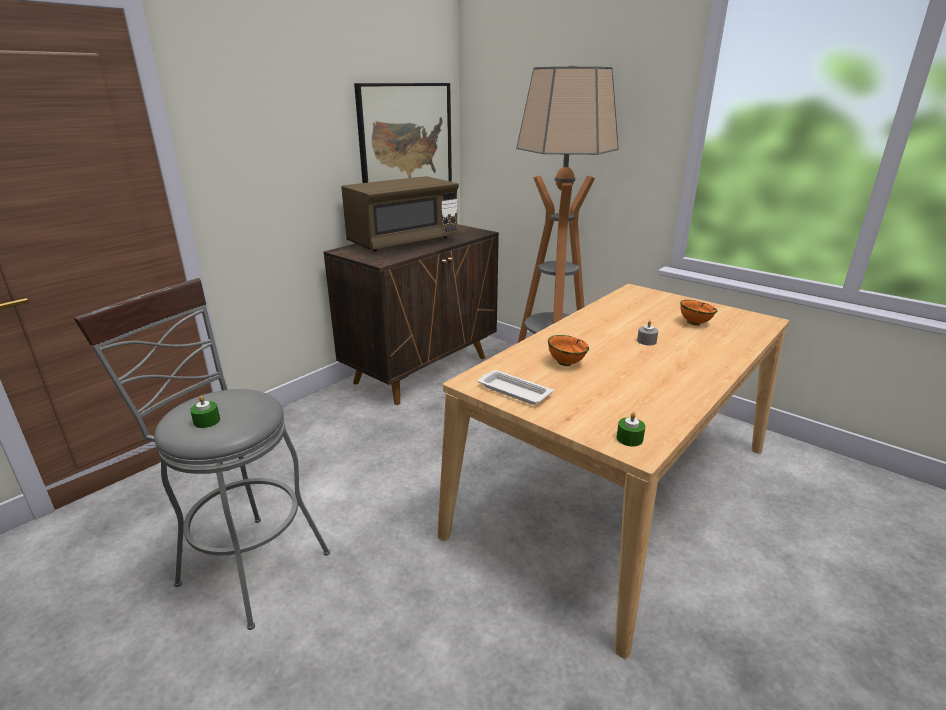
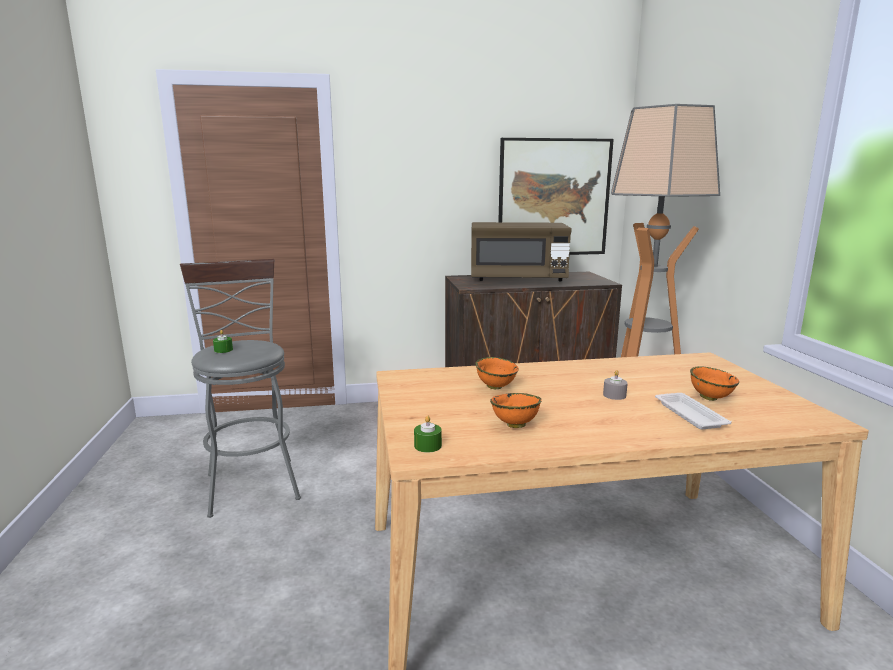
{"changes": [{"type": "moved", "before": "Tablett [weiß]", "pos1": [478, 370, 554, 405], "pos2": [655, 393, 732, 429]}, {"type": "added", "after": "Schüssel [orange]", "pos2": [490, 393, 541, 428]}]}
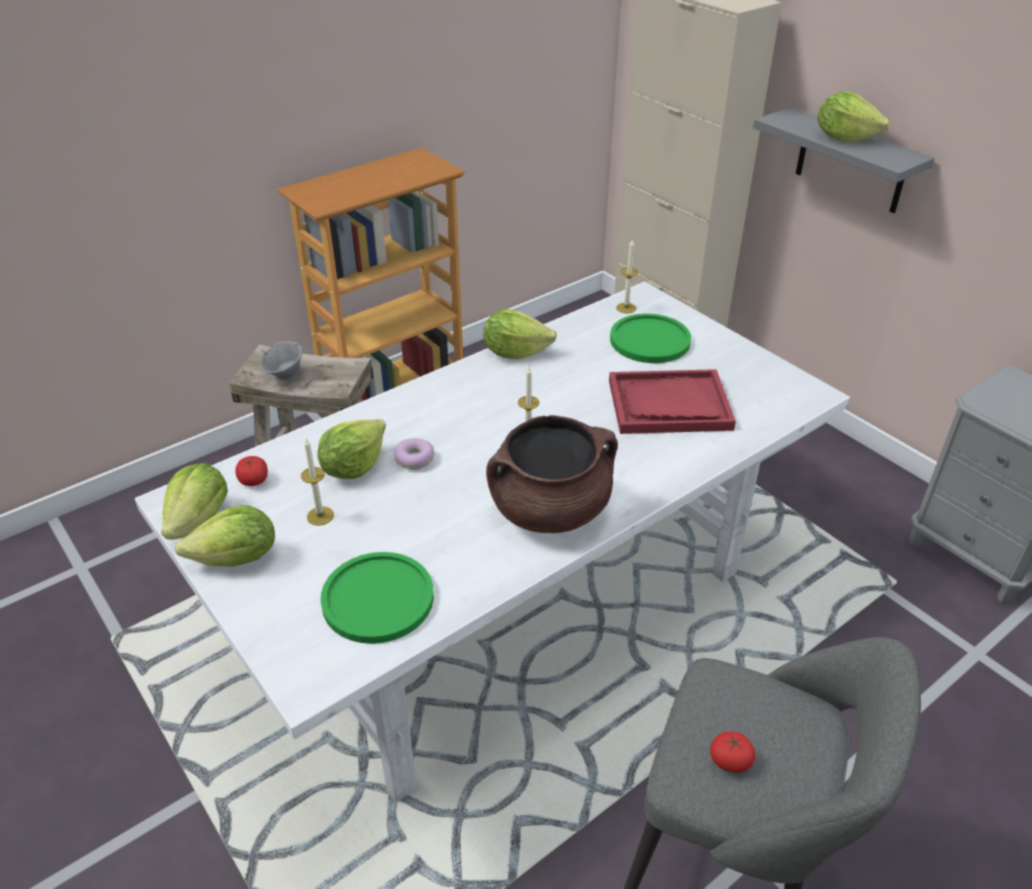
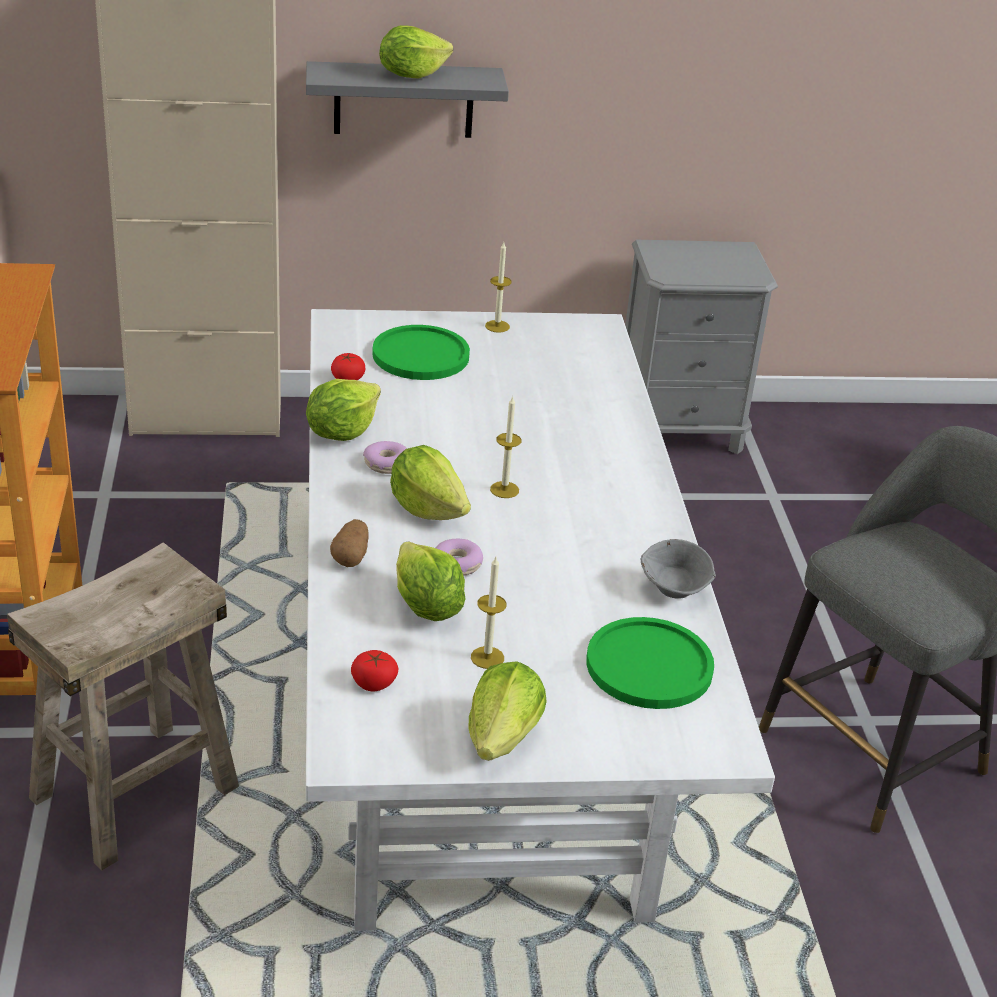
{"changes": [{"type": "moved", "before": "Salatkopf", "pos1": [161, 463, 228, 540], "pos2": [390, 445, 471, 520]}, {"type": "moved", "before": "Schüssel [grau]", "pos1": [260, 341, 303, 380], "pos2": [641, 539, 716, 599]}, {"type": "removed", "before": "Kochtopf [braun]", "pos1": [486, 415, 618, 533]}, {"type": "removed", "before": "Tablett [rot]", "pos1": [609, 369, 736, 434]}, {"type": "moved", "before": "Kerze", "pos1": [616, 240, 638, 314], "pos2": [485, 243, 511, 333]}, {"type": "moved", "before": "Tomate", "pos1": [710, 732, 755, 773], "pos2": [331, 353, 365, 380]}, {"type": "added", "after": "Kartoffel", "pos2": [330, 519, 369, 567]}, {"type": "added", "after": "Donut", "pos2": [363, 441, 407, 474]}]}
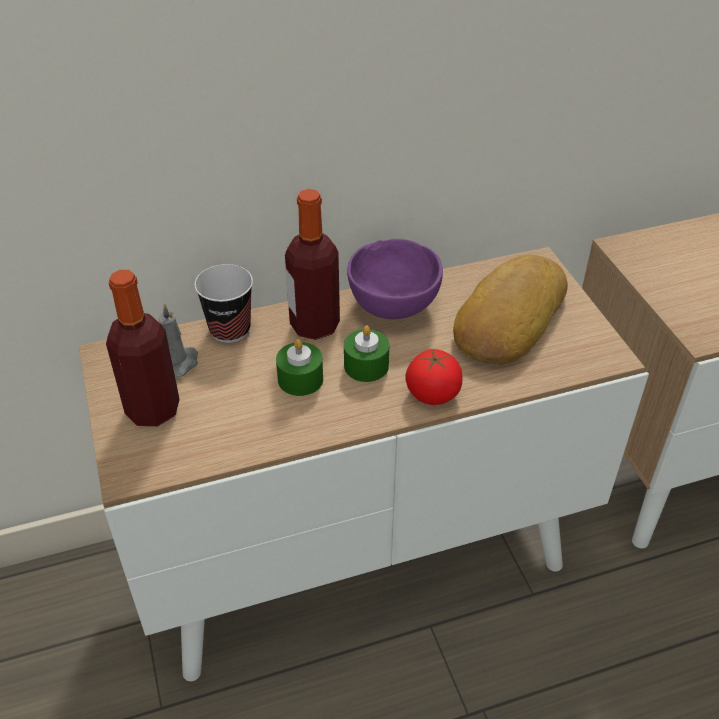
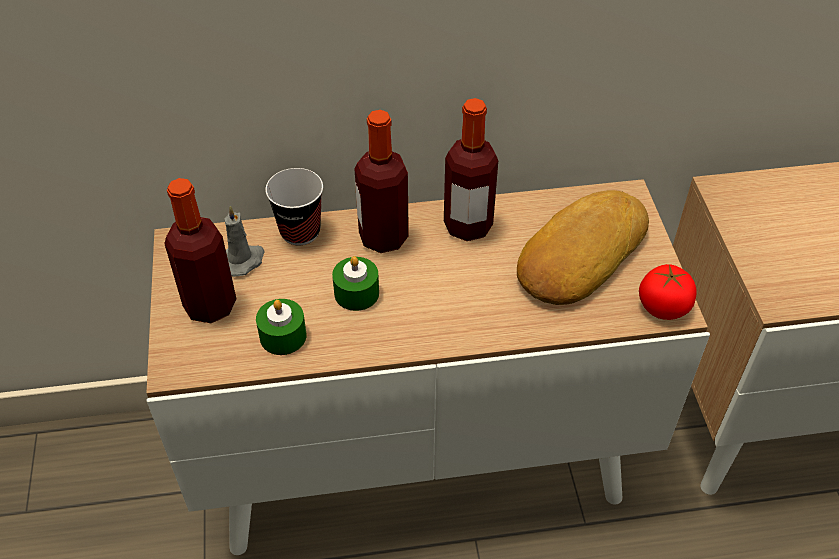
{"changes": [{"type": "moved", "before": "Kerze [grün]", "pos1": [344, 325, 389, 382], "pos2": [256, 299, 306, 355]}, {"type": "replaced", "before": "Schüssel [lila]", "after": "Flasche", "pos1": [347, 239, 443, 319], "pos2": [444, 98, 498, 241]}, {"type": "moved", "before": "Tomate", "pos1": [405, 349, 463, 405], "pos2": [639, 264, 696, 320]}]}
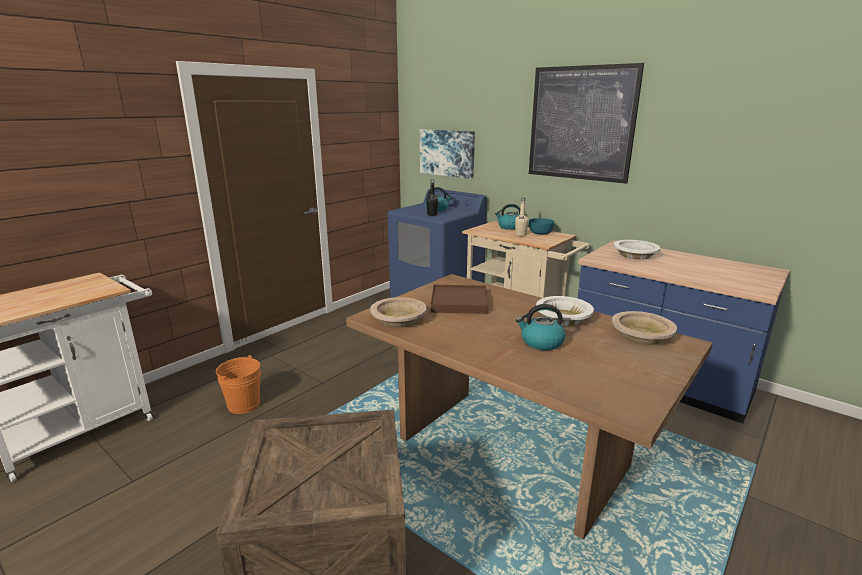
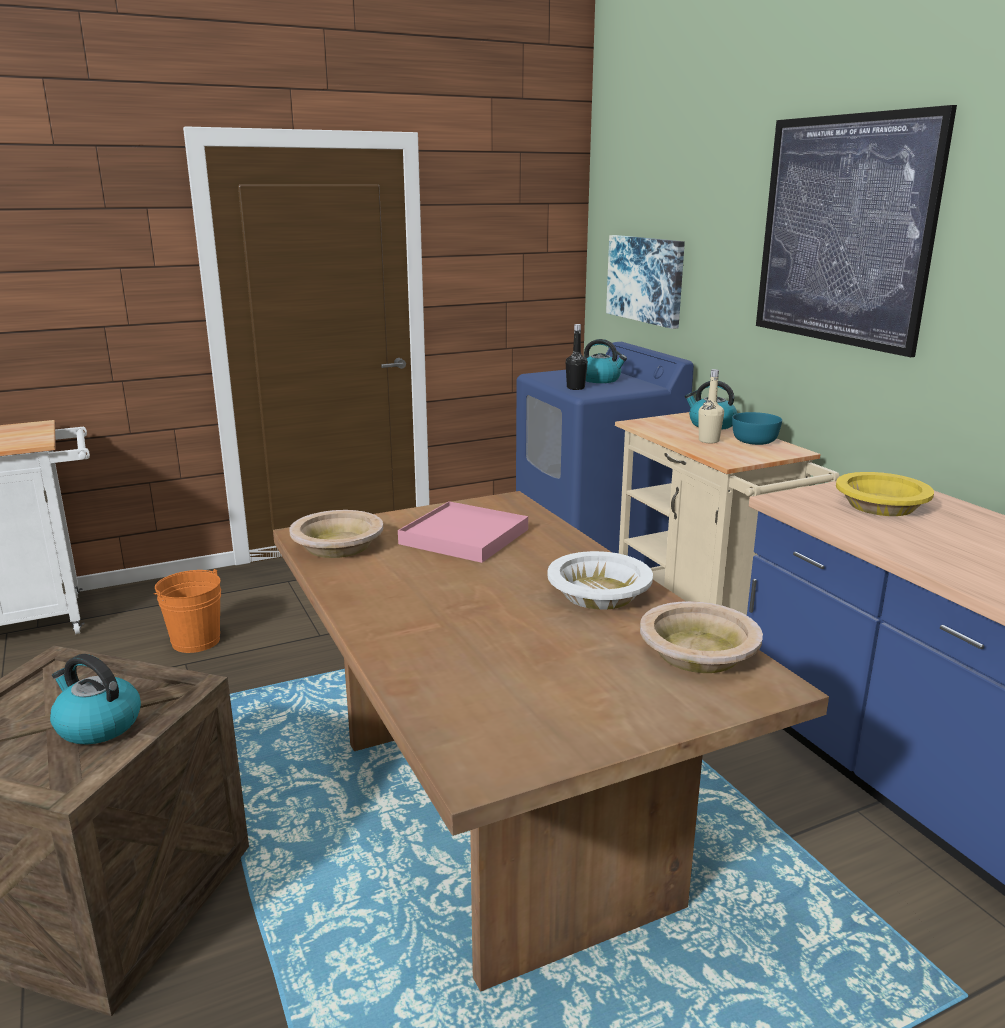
{"changes": [{"type": "recoloured", "before": "Tablett [braun]", "after": "Tablett [rosa]", "pos1": [431, 285, 488, 314], "pos2": [398, 501, 528, 563]}, {"type": "moved", "before": "Wasserkessel", "pos1": [516, 304, 566, 350], "pos2": [50, 654, 141, 745]}, {"type": "recoloured", "before": "Schüssel [weiß]", "after": "Schüssel [gelb]", "pos1": [614, 240, 660, 259], "pos2": [836, 472, 934, 516]}]}
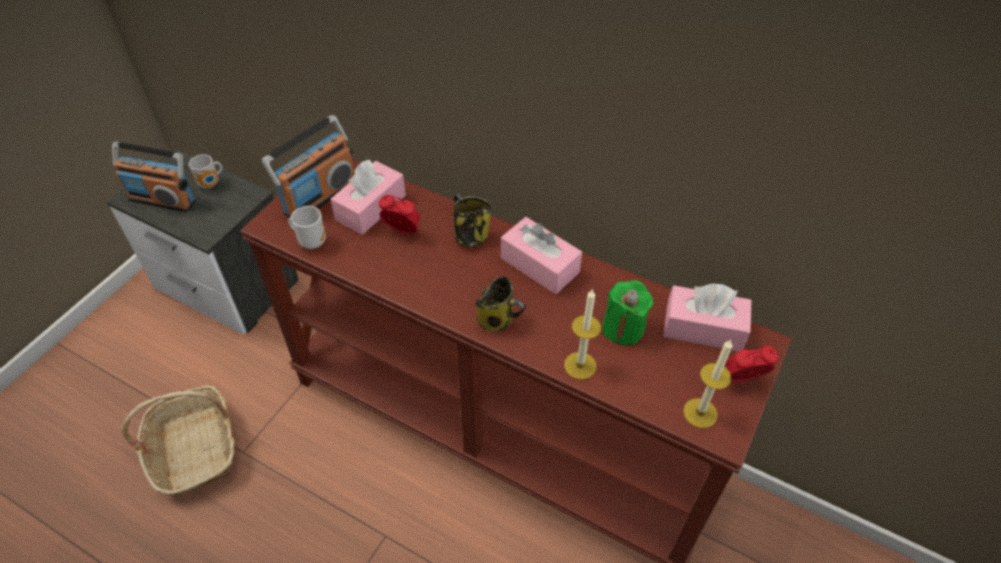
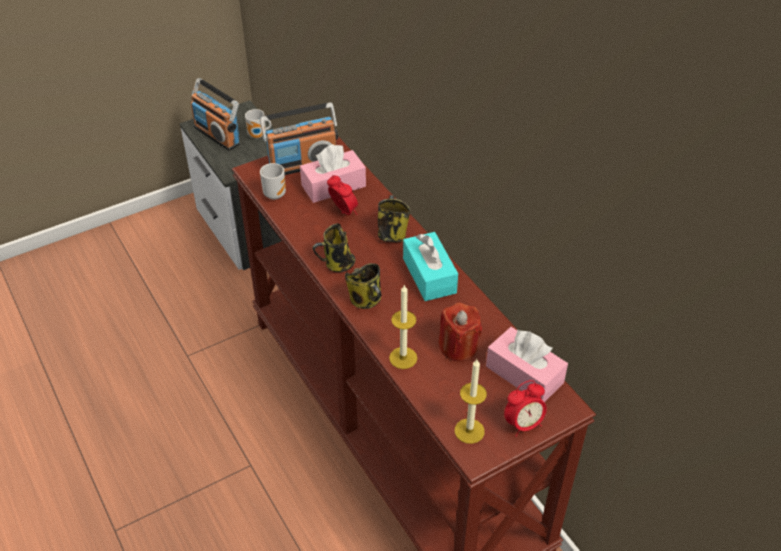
{"changes": [{"type": "removed", "before": "Korb", "pos1": [122, 385, 234, 495]}, {"type": "recoloured", "before": "Taschentuchbox [rosa]", "after": "Taschentuchbox [türkis]", "pos1": [501, 217, 582, 294], "pos2": [403, 232, 458, 301]}, {"type": "recoloured", "before": "Kerze [grün]", "after": "Kerze [rot]", "pos1": [602, 280, 654, 346], "pos2": [439, 302, 482, 361]}, {"type": "turned", "before": "Wecker", "pos1": [725, 346, 778, 384], "pos2": [504, 380, 547, 437], "turn": 135}, {"type": "added", "after": "Henkelbecher", "pos2": [312, 223, 355, 272]}]}
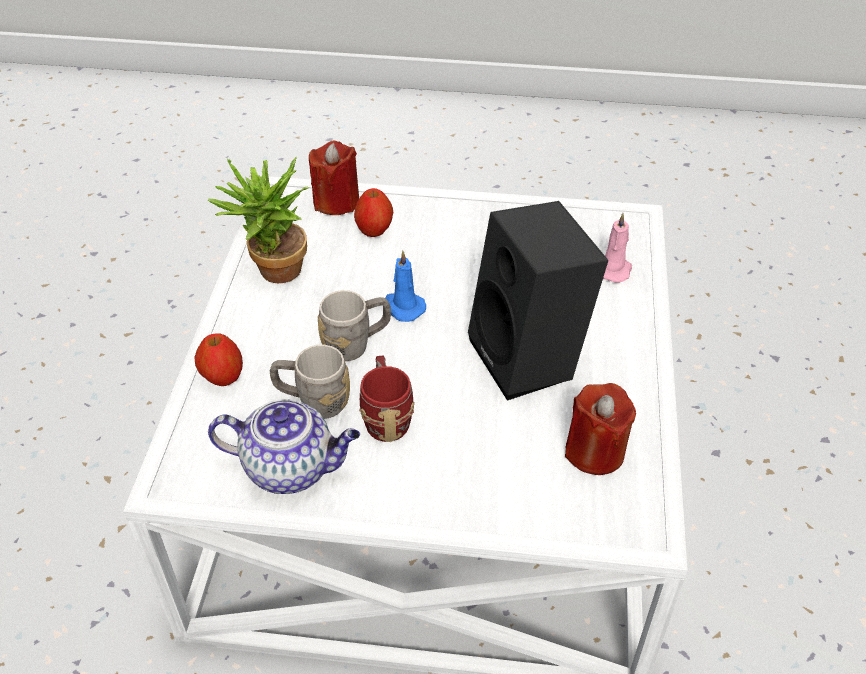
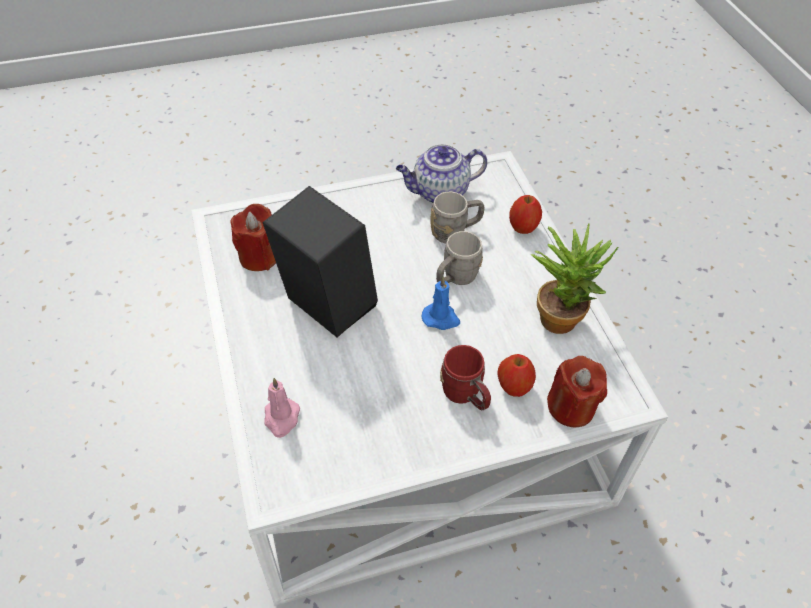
{"changes": [{"type": "moved", "before": "Henkelbecher [rot]", "pos1": [359, 356, 415, 442], "pos2": [440, 345, 491, 410]}]}
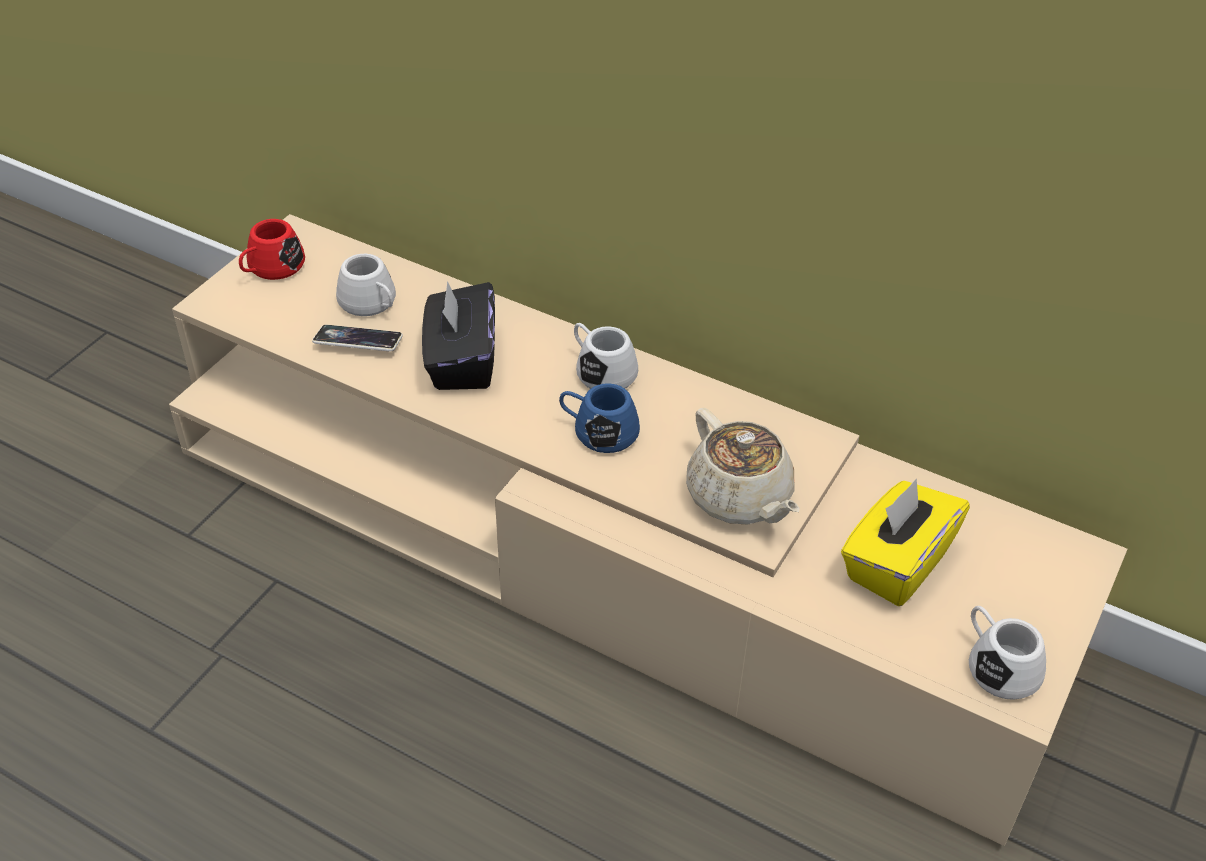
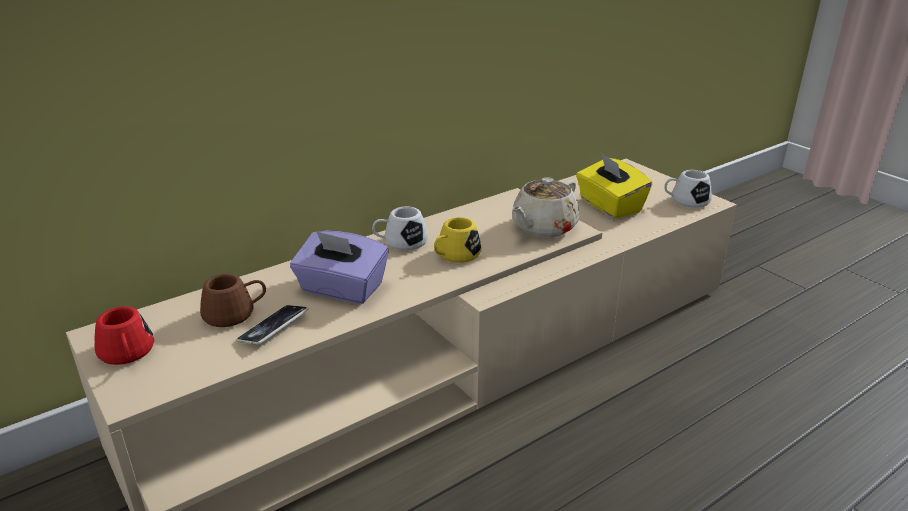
{"changes": [{"type": "recoloured", "before": "Henkelbecher [weiß]", "after": "Henkelbecher [braun]", "pos1": [336, 254, 396, 316], "pos2": [200, 274, 266, 327]}, {"type": "recoloured", "before": "Taschentuchbox [schwarz]", "after": "Taschentuchbox [lila]", "pos1": [422, 281, 495, 390], "pos2": [290, 231, 389, 304]}, {"type": "recoloured", "before": "Henkelbecher [blau]", "after": "Henkelbecher [gelb]", "pos1": [559, 383, 640, 453], "pos2": [434, 217, 482, 263]}, {"type": "turned", "before": "Teekanne [beige]", "pos1": [686, 408, 800, 525], "pos2": [512, 177, 579, 238], "turn": 135}]}
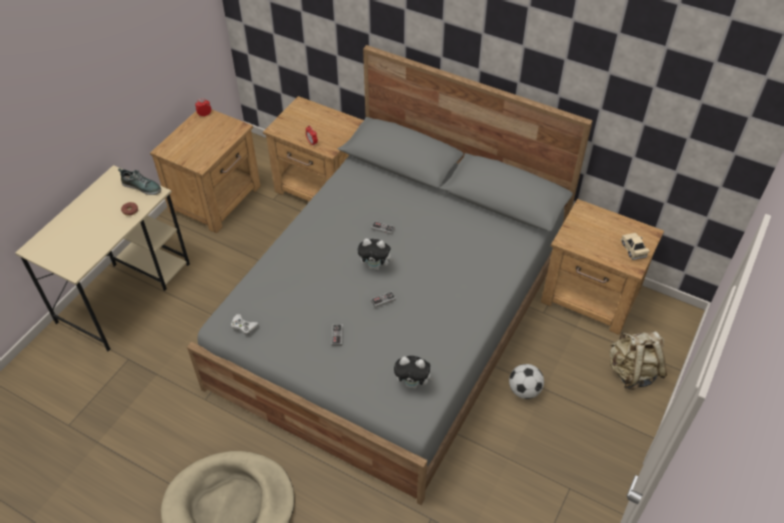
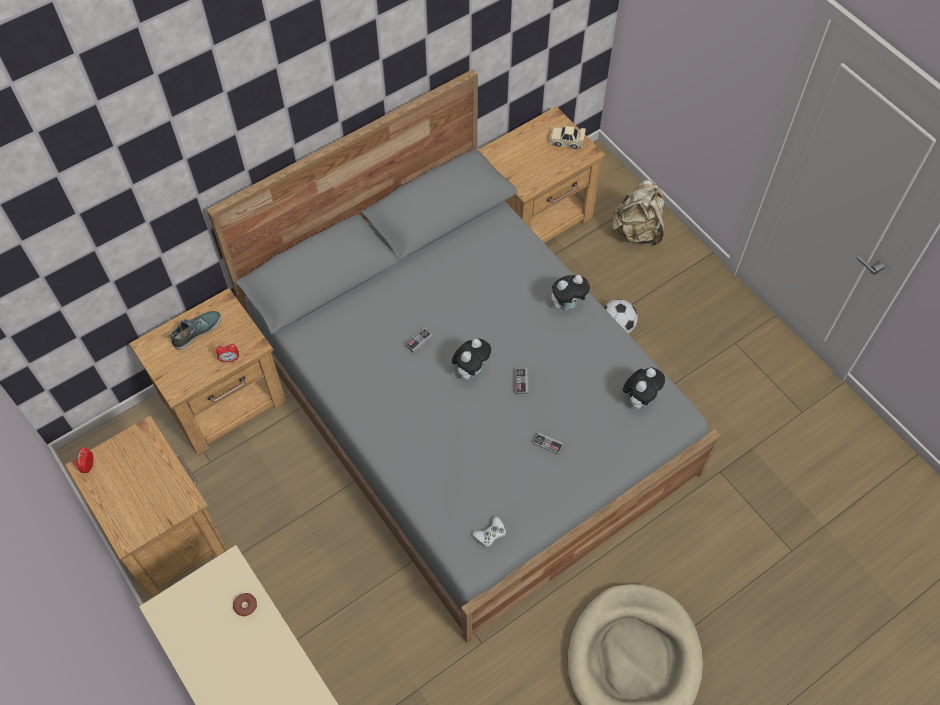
{"changes": [{"type": "moved", "before": "Schuh", "pos1": [118, 168, 161, 195], "pos2": [168, 311, 221, 350]}, {"type": "added", "after": "Plüschtier", "pos2": [551, 275, 590, 310]}]}
